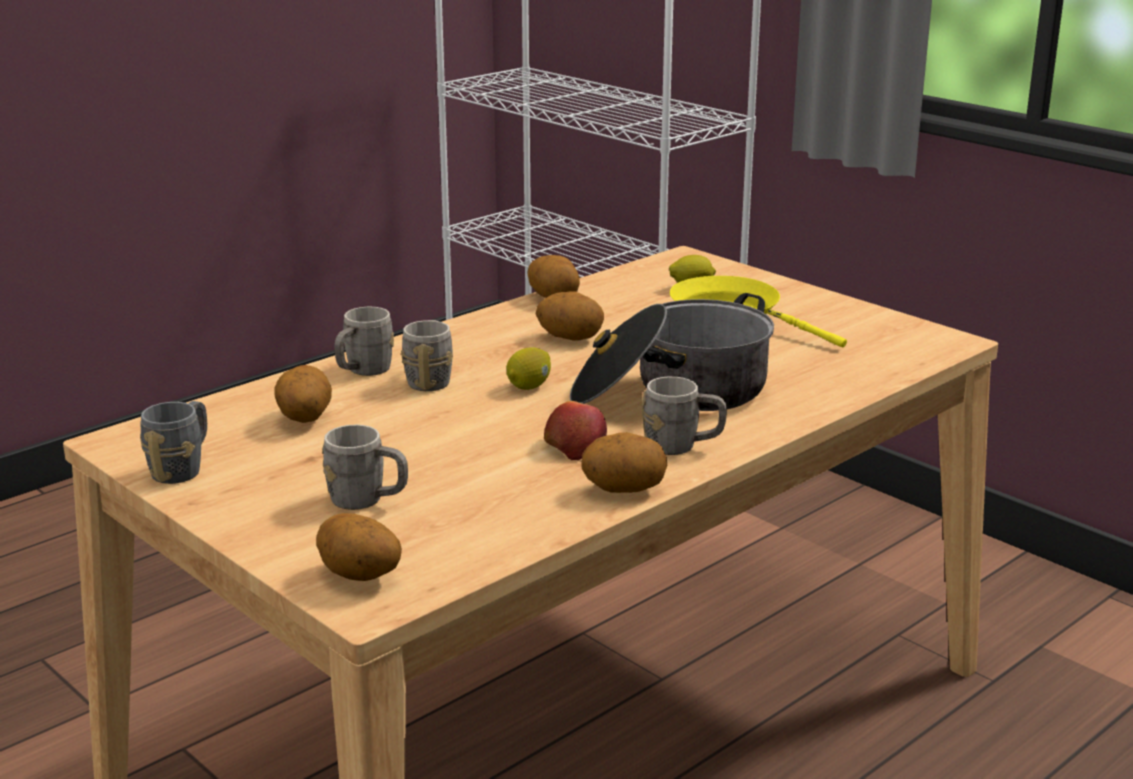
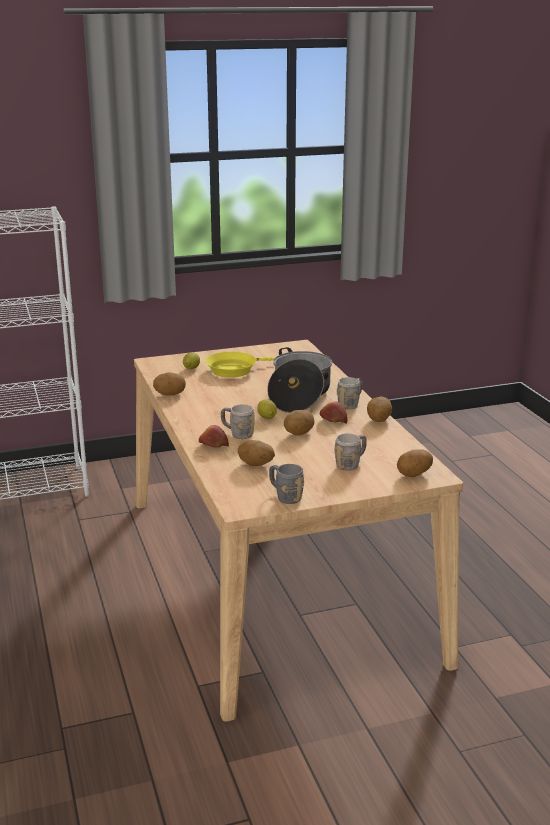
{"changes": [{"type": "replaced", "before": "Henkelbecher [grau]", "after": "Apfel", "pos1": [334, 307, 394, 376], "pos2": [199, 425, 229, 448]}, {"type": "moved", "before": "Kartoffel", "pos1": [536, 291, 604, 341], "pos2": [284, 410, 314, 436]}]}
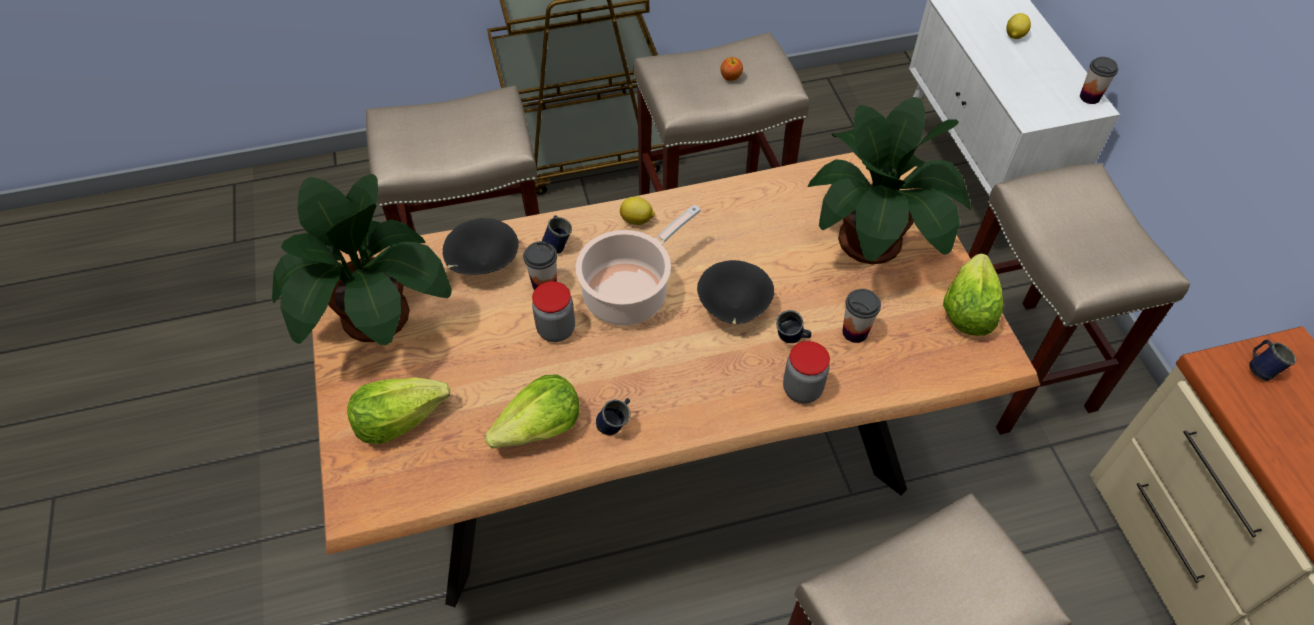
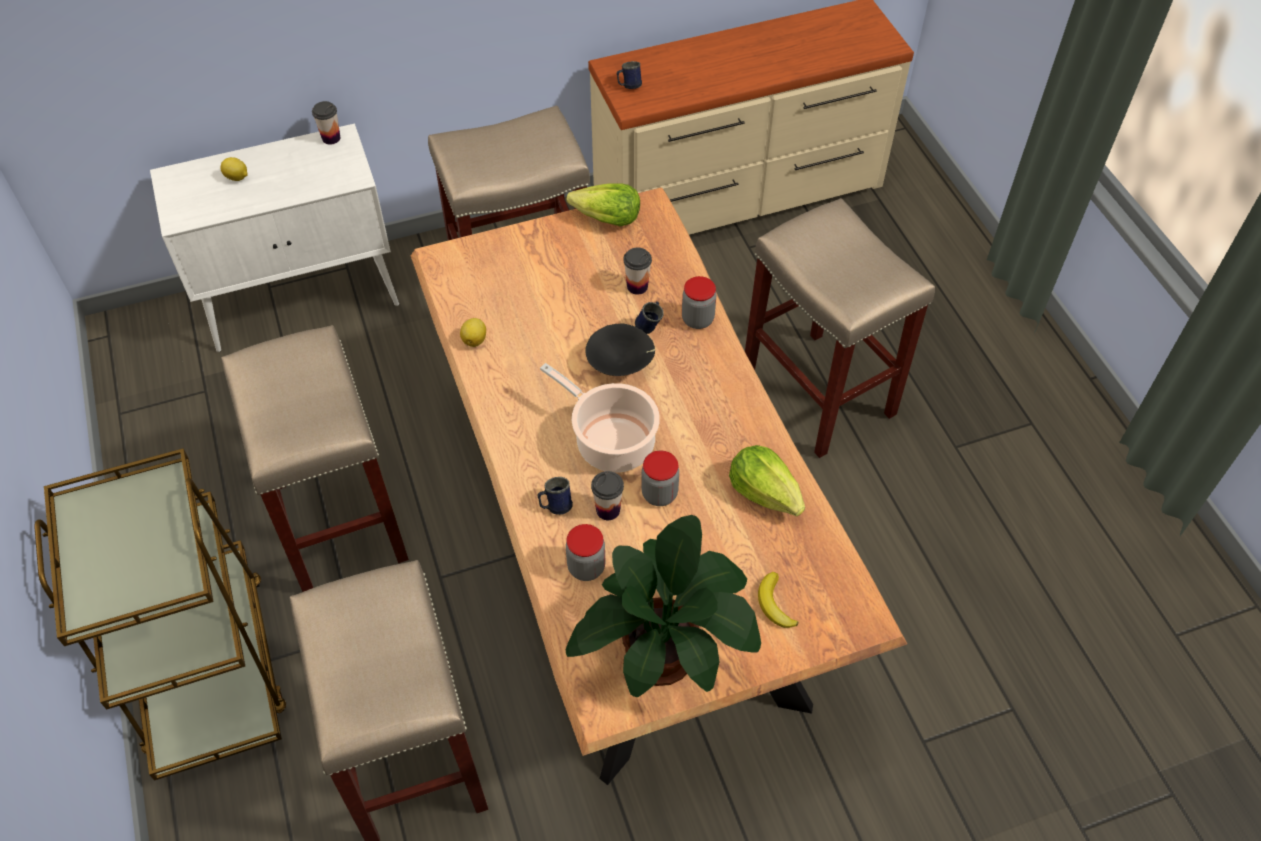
{"changes": [{"type": "replaced", "before": "Salatkopf", "after": "Banane", "pos1": [347, 377, 450, 444], "pos2": [758, 572, 799, 628]}, {"type": "replaced", "before": "Schüssel [schwarz]", "after": "Vorratsglas", "pos1": [443, 218, 519, 275], "pos2": [566, 524, 605, 581]}, {"type": "removed", "before": "Henkelbecher [blau]", "pos1": [596, 398, 630, 435]}, {"type": "moved", "before": "Zitrone", "pos1": [620, 197, 655, 225], "pos2": [460, 318, 486, 347]}, {"type": "removed", "before": "Apfel", "pos1": [720, 57, 743, 81]}, {"type": "removed", "before": "Topfpflanze", "pos1": [808, 97, 971, 265]}]}
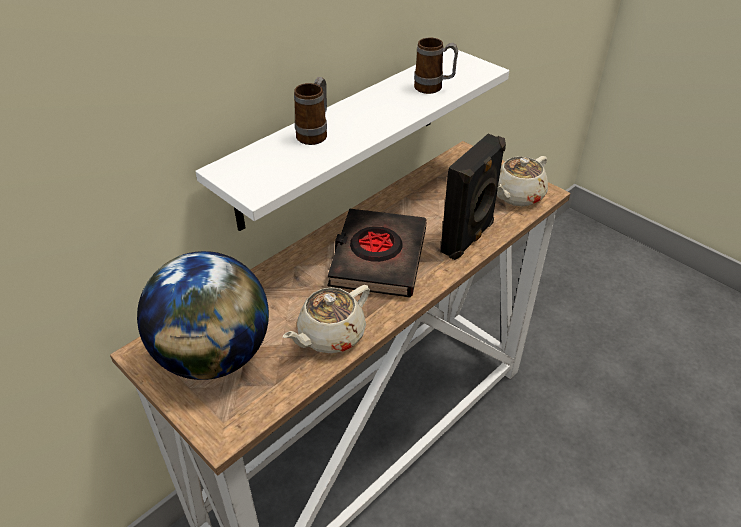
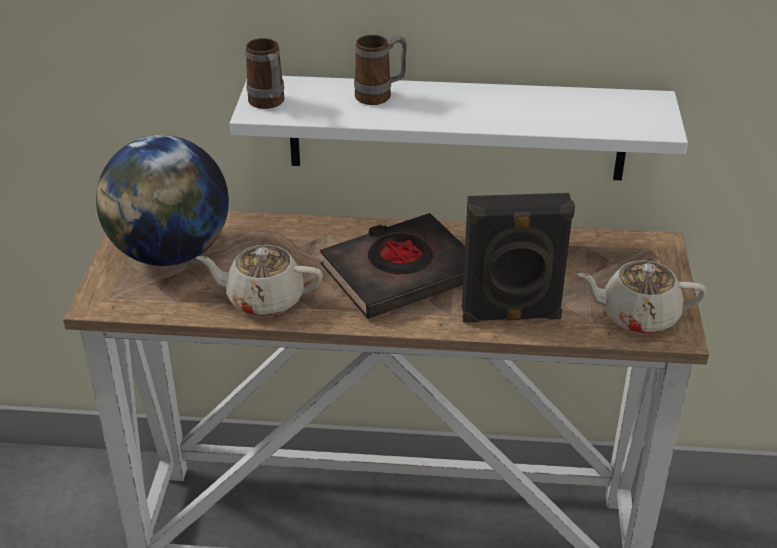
{"changes": [{"type": "moved", "before": "Henkelbecher", "pos1": [414, 37, 458, 94], "pos2": [245, 38, 284, 109]}]}
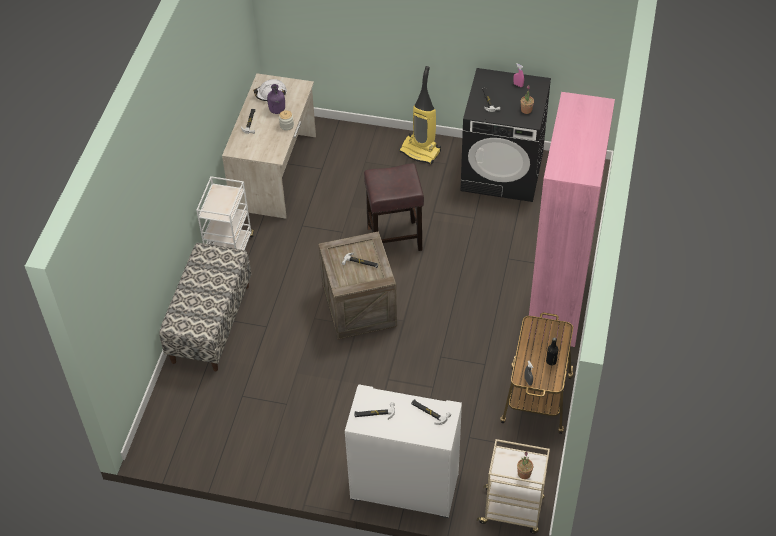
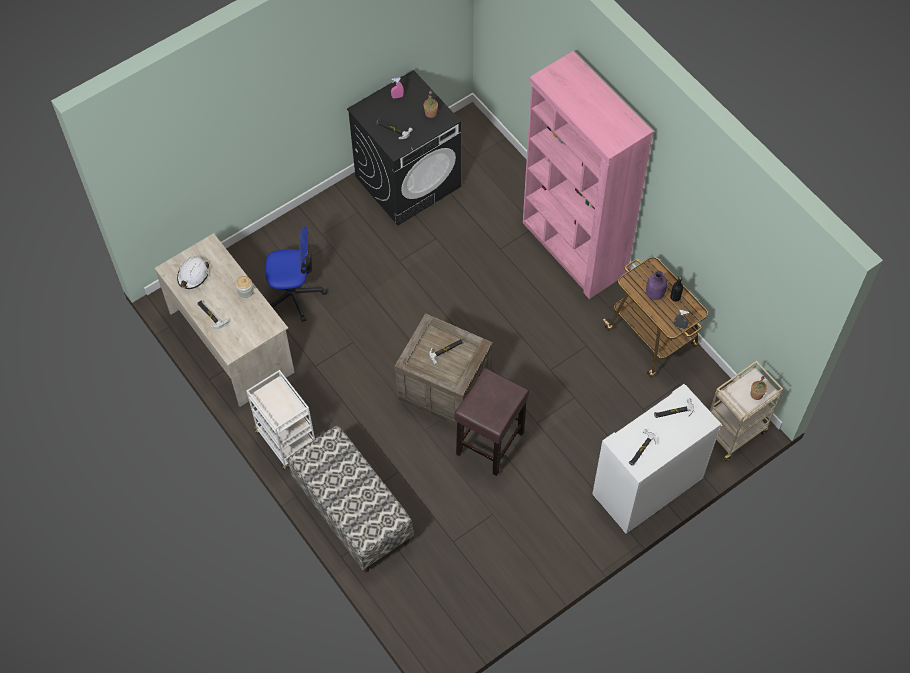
{"changes": [{"type": "moved", "before": "Flasche [lila]", "pos1": [267, 84, 285, 114], "pos2": [646, 271, 667, 300]}, {"type": "moved", "before": "Hocker [braun]", "pos1": [364, 163, 424, 251], "pos2": [455, 368, 529, 476]}, {"type": "removed", "before": "Staubsauger", "pos1": [399, 66, 441, 164]}, {"type": "added", "after": "Bürostuhl", "pos2": [265, 226, 327, 322]}]}
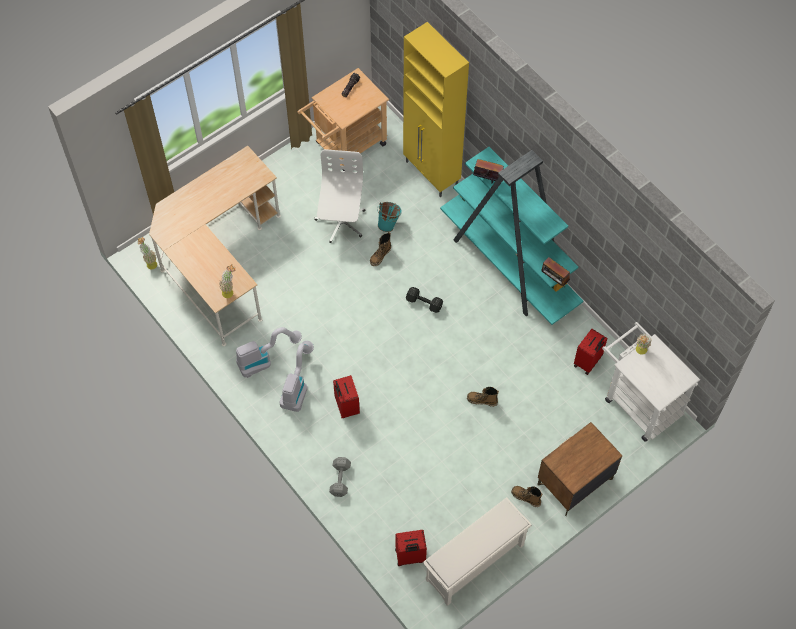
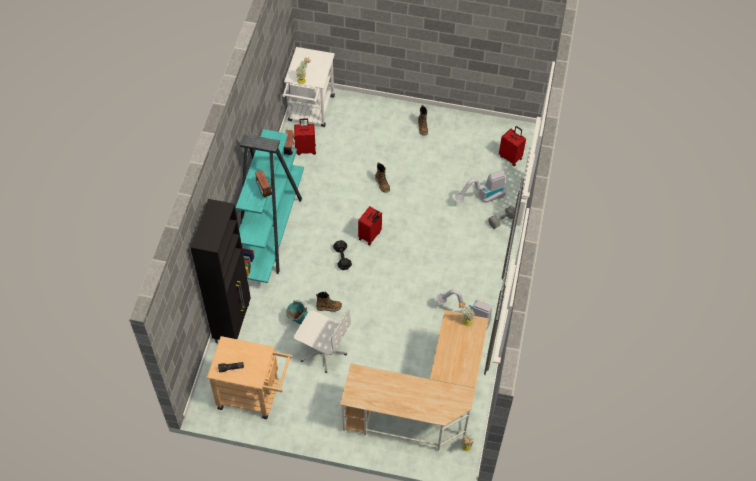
{"changes": [{"type": "moved", "before": "Staubsauger", "pos1": [280, 341, 314, 412], "pos2": [455, 170, 506, 203]}, {"type": "turned", "before": "Bürostuhl [weiß]", "pos1": [314, 149, 365, 243], "pos2": [294, 308, 351, 373], "turn": -120}, {"type": "moved", "before": "Koffer [rot]", "pos1": [333, 375, 360, 418], "pos2": [358, 206, 382, 245]}, {"type": "recoloured", "before": "Schrank [gelb]", "after": "Schrank [schwarz]", "pos1": [403, 22, 469, 197], "pos2": [190, 199, 251, 343]}, {"type": "removed", "before": "Schuhregal [weiß]", "pos1": [423, 497, 532, 606]}, {"type": "removed", "before": "Nachttisch [braun]", "pos1": [537, 422, 623, 516]}]}
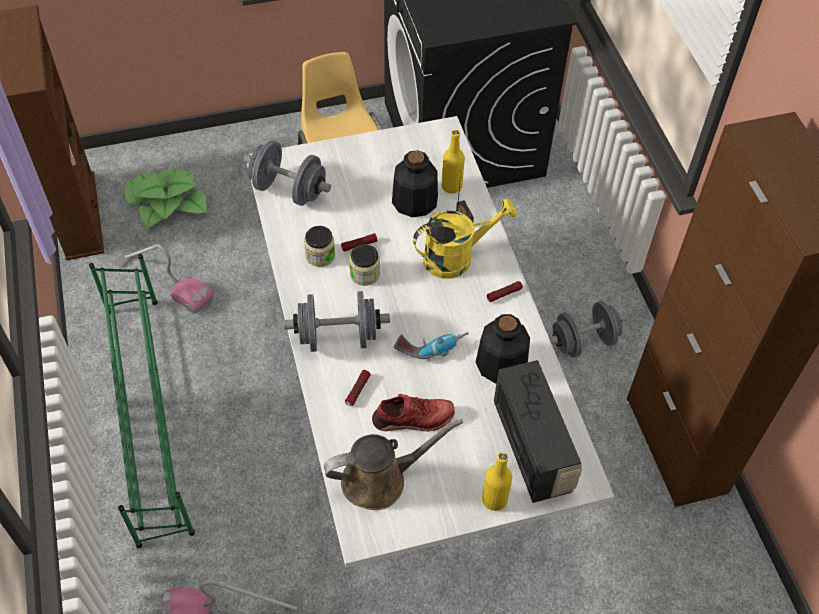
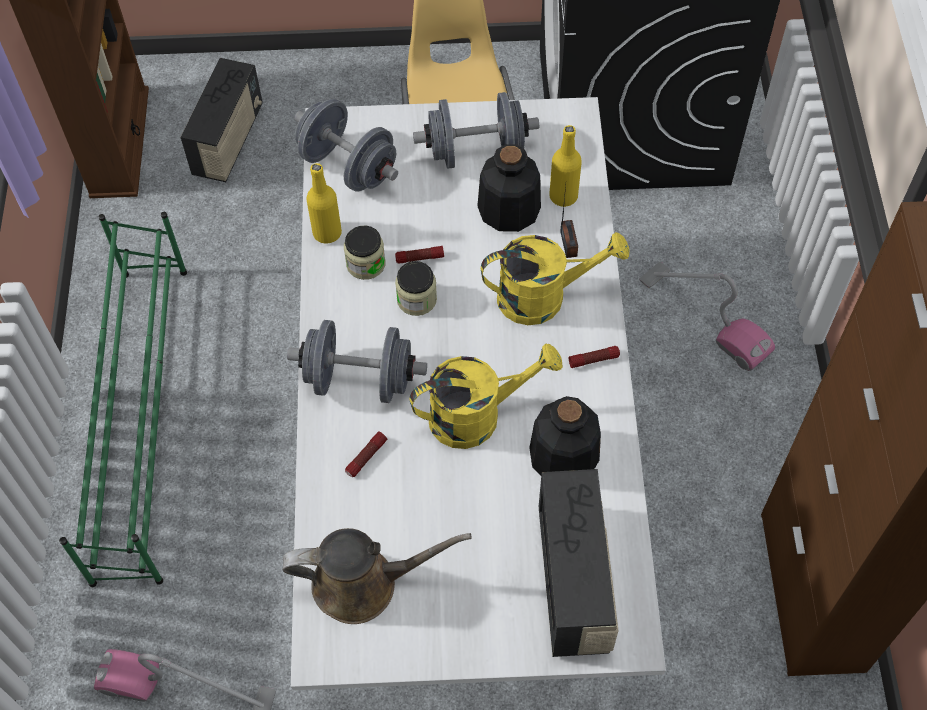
{"changes": [{"type": "moved", "before": "Staubsauger", "pos1": [115, 244, 214, 314], "pos2": [639, 262, 775, 371]}, {"type": "replaced", "before": "Topfpflanze", "after": "Radio", "pos1": [124, 168, 207, 229], "pos2": [181, 58, 262, 182]}, {"type": "removed", "before": "Schuh [rot]", "pos1": [372, 394, 455, 431]}, {"type": "replaced", "before": "Bohrmaschine", "after": "Gießkanne [gelb]", "pos1": [394, 332, 469, 359], "pos2": [410, 343, 563, 449]}, {"type": "moved", "before": "Flasche [gelb]", "pos1": [482, 452, 512, 511], "pos2": [307, 163, 342, 244]}, {"type": "moved", "before": "Hantel [grau]", "pos1": [549, 301, 627, 358], "pos2": [413, 92, 539, 169]}]}
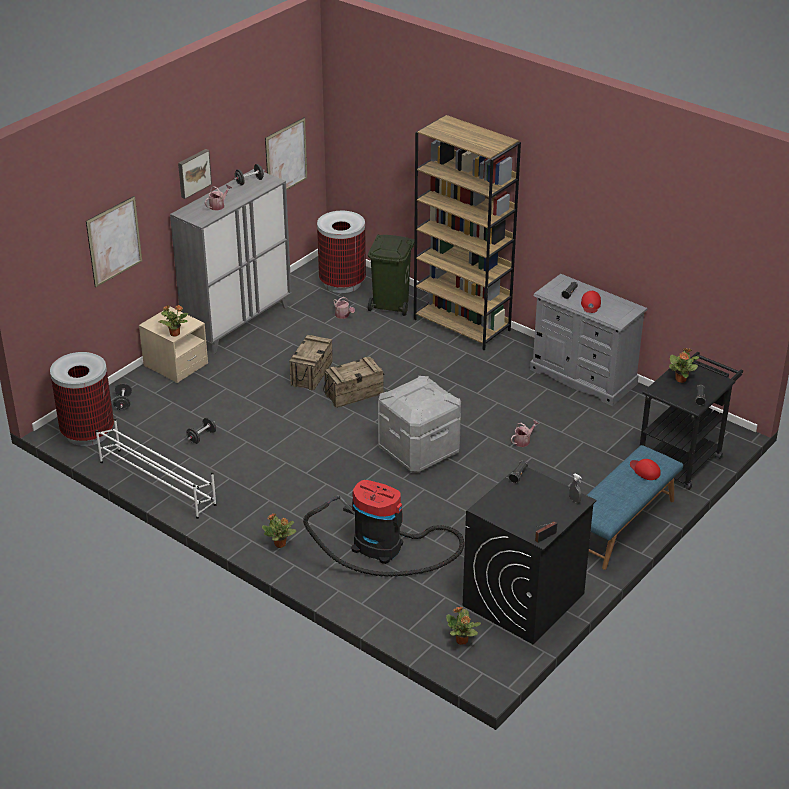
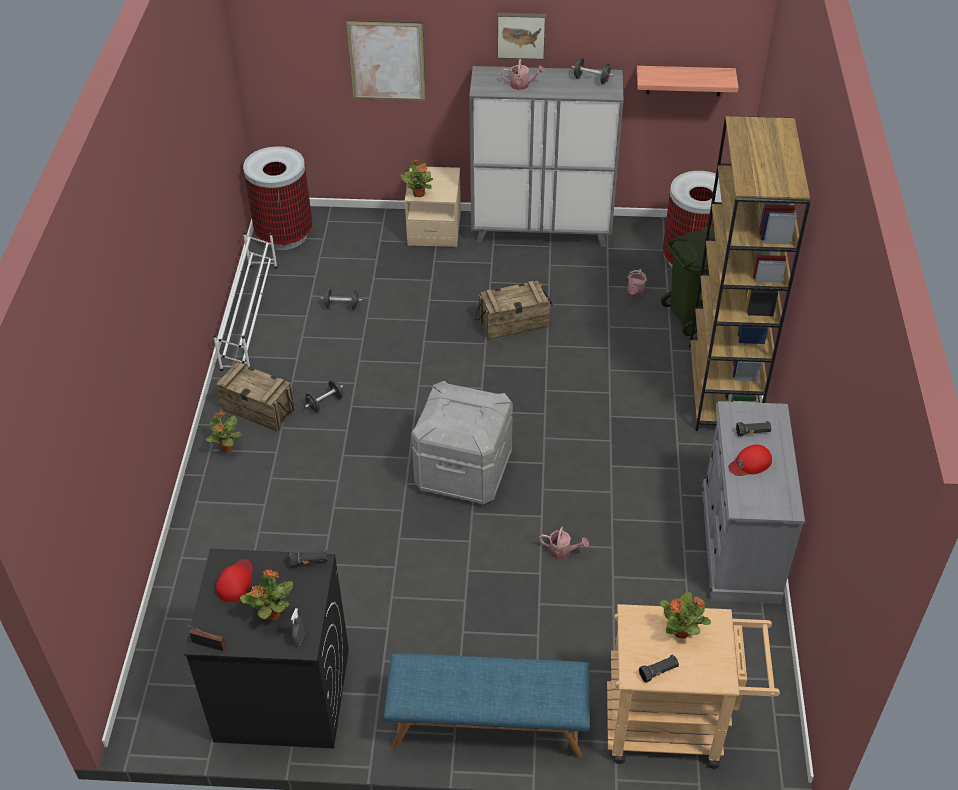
{"changes": [{"type": "moved", "before": "Hantel [schwarz]", "pos1": [113, 383, 132, 410], "pos2": [305, 380, 343, 413]}, {"type": "replaced", "before": "Bild", "after": "Wandregal", "pos1": [265, 117, 307, 190], "pos2": [637, 66, 739, 96]}, {"type": "removed", "before": "Staubsauger", "pos1": [303, 480, 464, 577]}, {"type": "moved", "before": "Kiste", "pos1": [323, 357, 384, 408], "pos2": [216, 362, 296, 431]}, {"type": "moved", "before": "Topfpflanze", "pos1": [446, 607, 481, 645], "pos2": [240, 570, 293, 620]}, {"type": "moved", "before": "Kappe [rot]", "pos1": [630, 459, 661, 480], "pos2": [216, 559, 253, 602]}, {"type": "recoloured", "before": "Rollwagen [schwarz]", "after": "Rollwagen [beige]", "pos1": [640, 352, 743, 490], "pos2": [607, 604, 780, 769]}]}
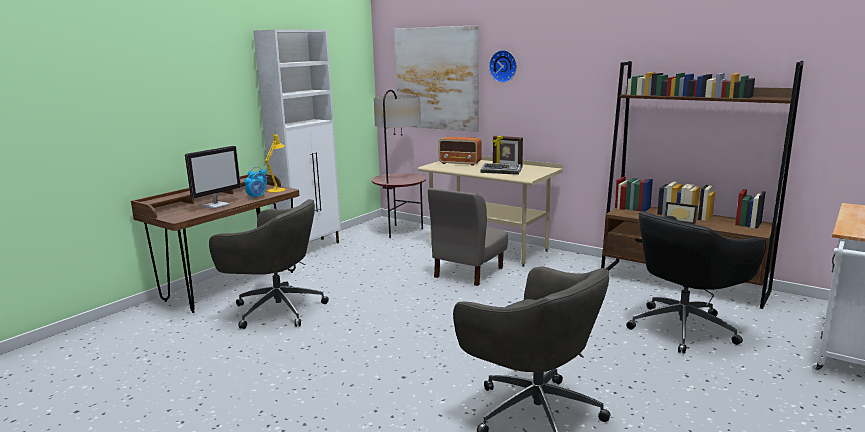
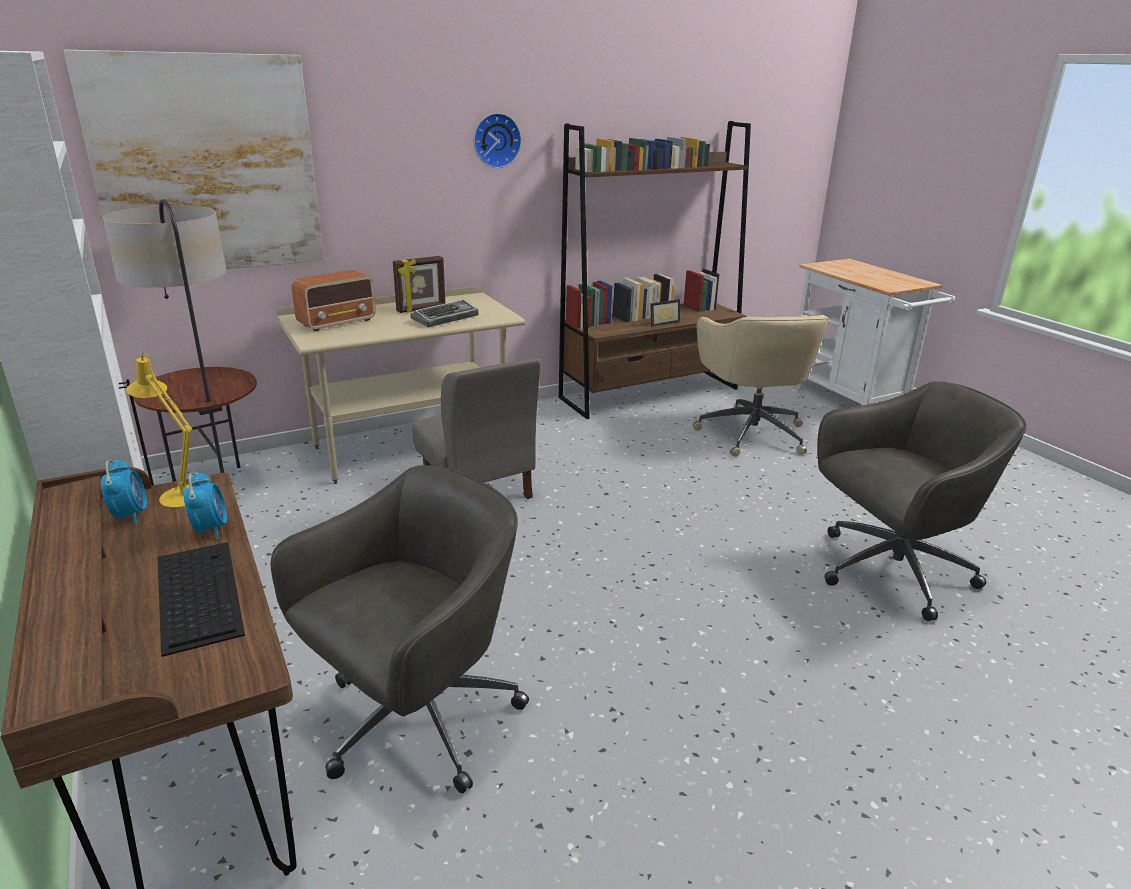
{"changes": [{"type": "replaced", "before": "Monitor", "after": "Tastatur", "pos1": [185, 146, 241, 209], "pos2": [158, 542, 245, 657]}, {"type": "moved", "before": "Wanduhr", "pos1": [489, 50, 517, 83], "pos2": [474, 113, 521, 168]}, {"type": "recoloured", "before": "Bürostuhl [schwarz]", "after": "Bürostuhl [beige]", "pos1": [626, 211, 766, 354], "pos2": [693, 315, 829, 457]}]}
